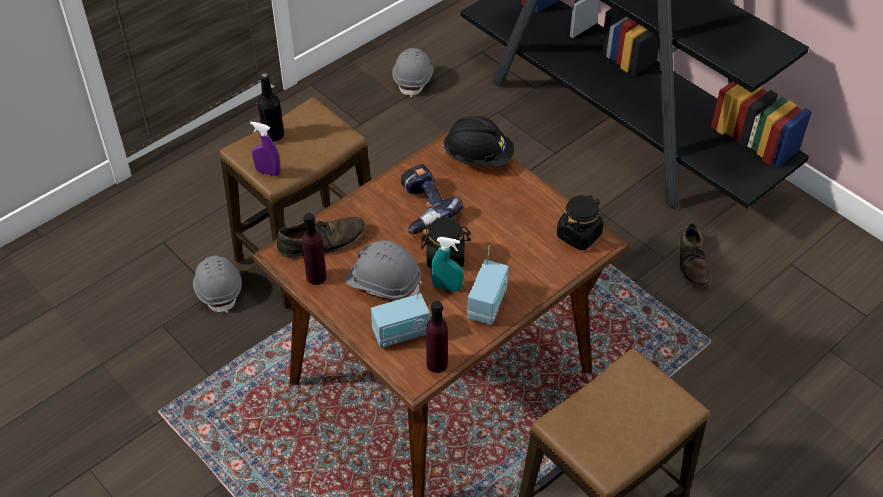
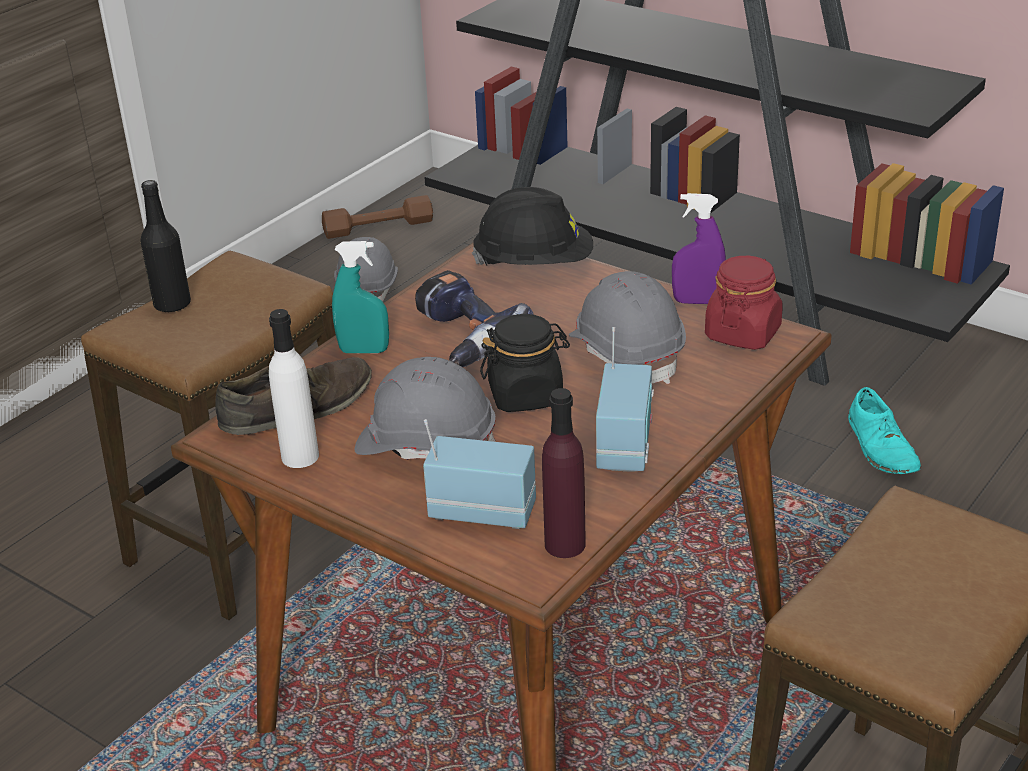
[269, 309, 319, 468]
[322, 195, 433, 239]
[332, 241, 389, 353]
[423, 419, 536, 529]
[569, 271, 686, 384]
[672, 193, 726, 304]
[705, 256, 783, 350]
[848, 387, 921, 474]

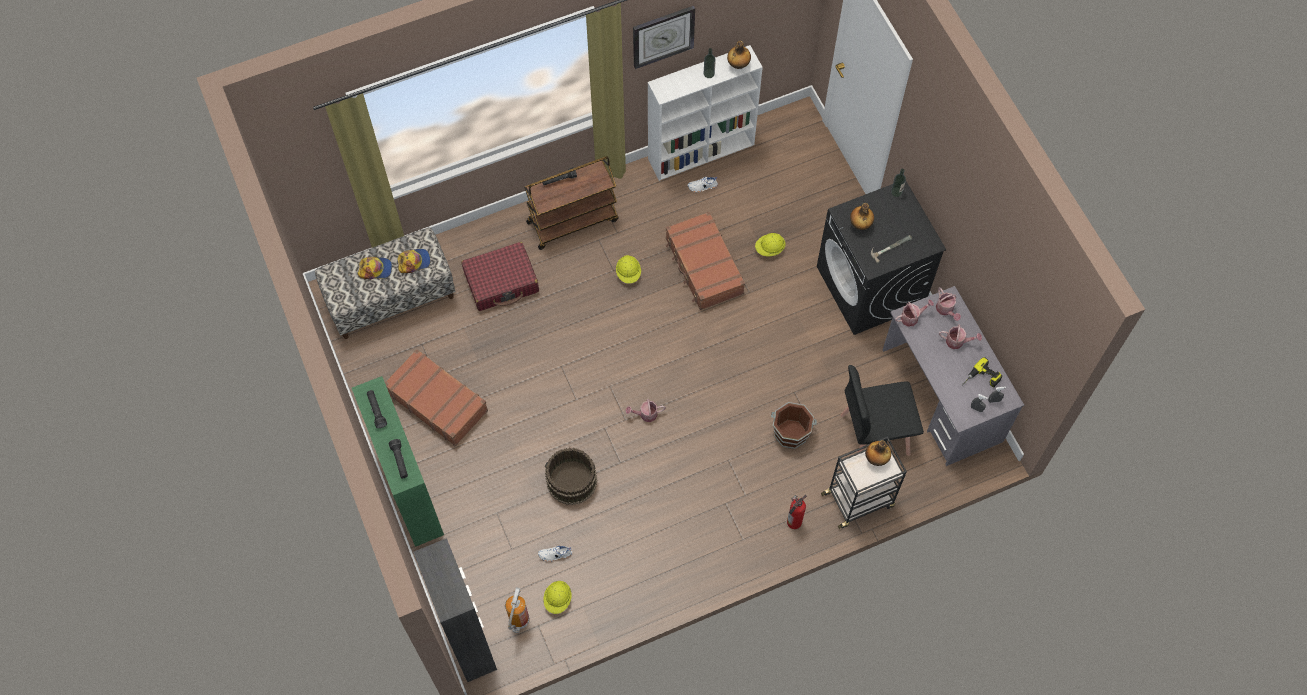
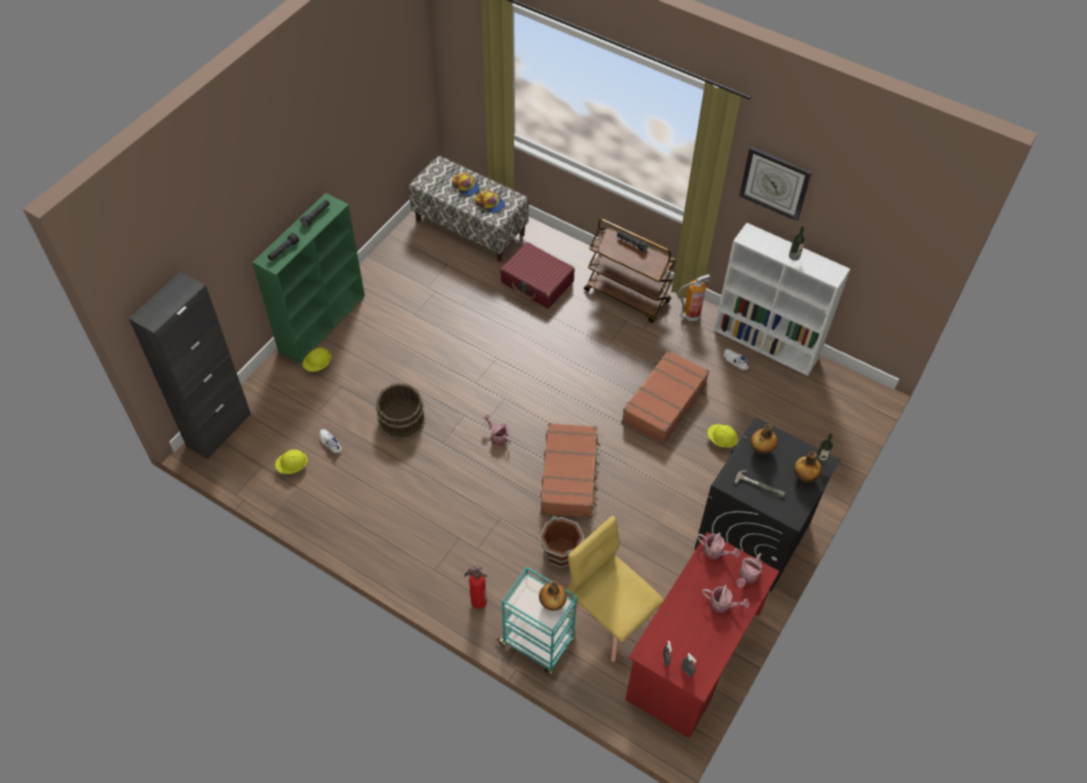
[303, 348, 331, 372]
[496, 567, 577, 675]
[540, 423, 600, 518]
[568, 516, 664, 662]
[625, 532, 779, 738]
[678, 274, 710, 321]
[702, 585, 749, 613]
[794, 451, 822, 482]
[962, 357, 1002, 387] (first image)

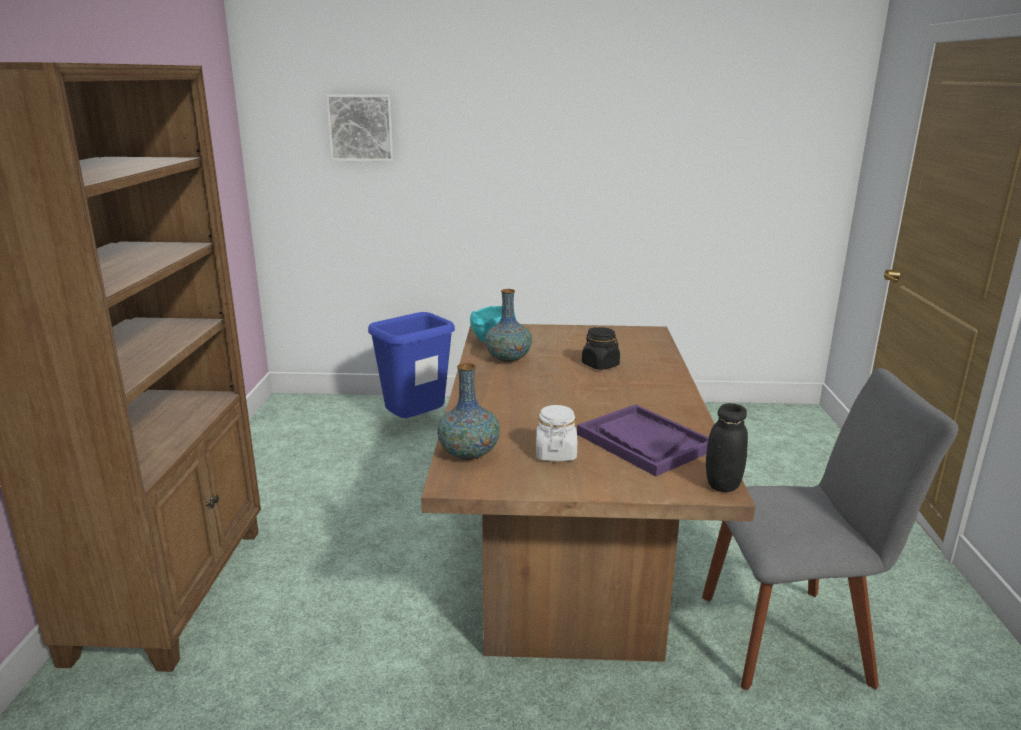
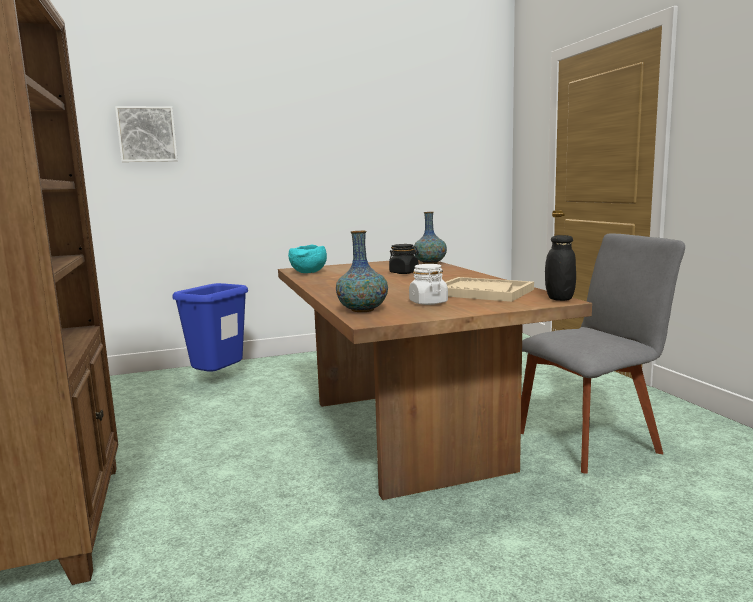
[414, 212, 447, 264]
[445, 277, 534, 302]

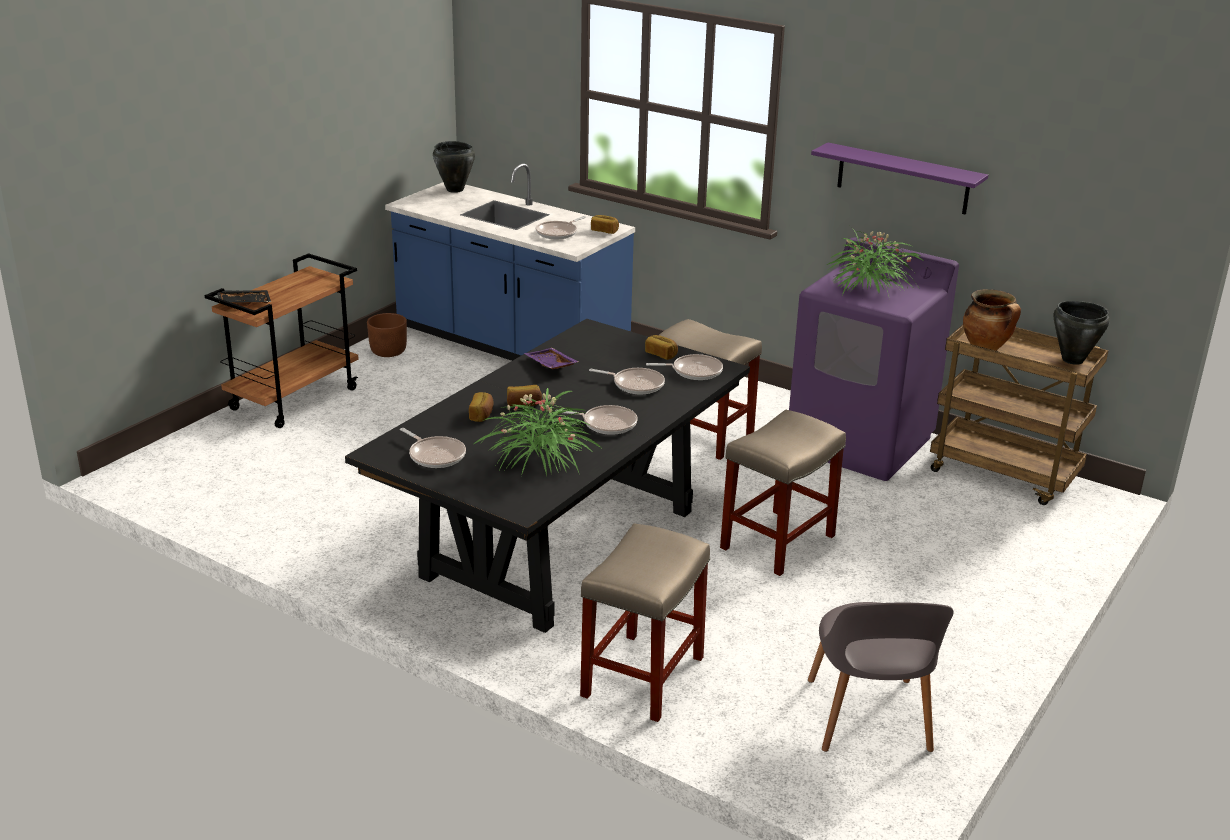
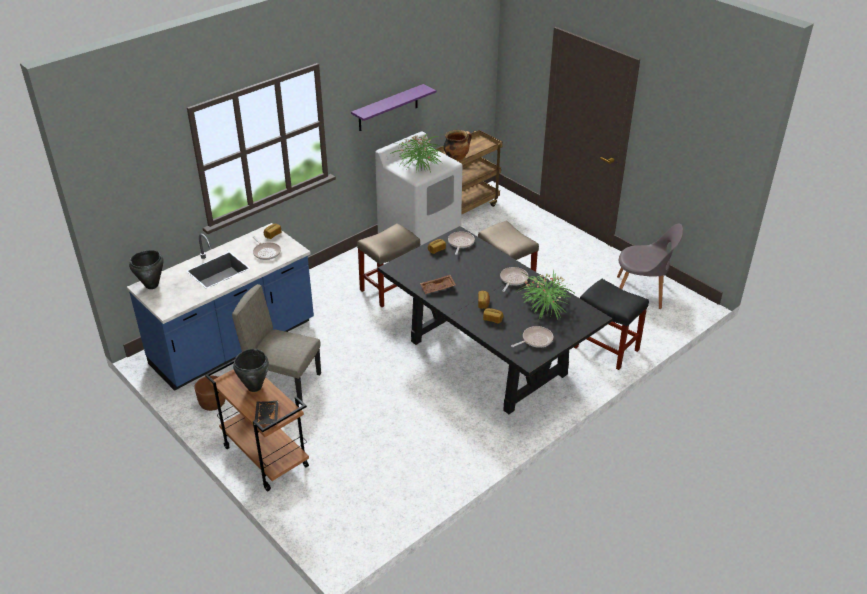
[232, 284, 321, 404]
[233, 349, 269, 392]
[375, 131, 462, 246]
[420, 275, 456, 294]
[574, 279, 649, 370]
[589, 368, 665, 394] (first image)

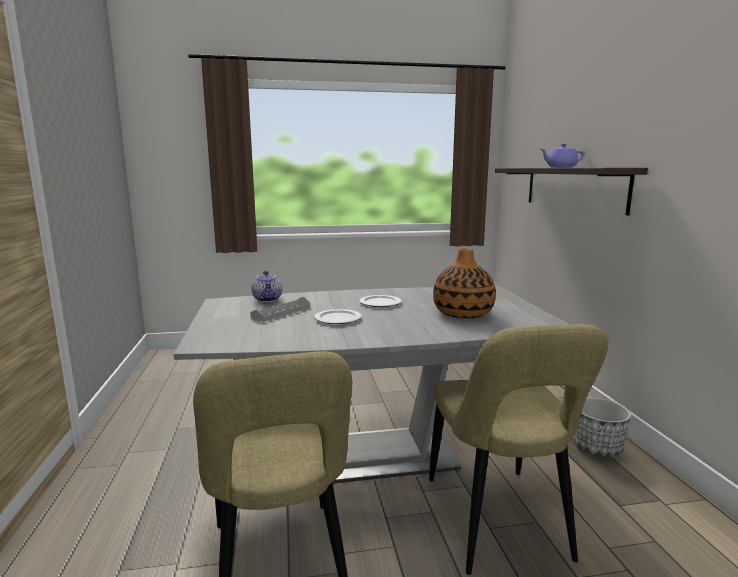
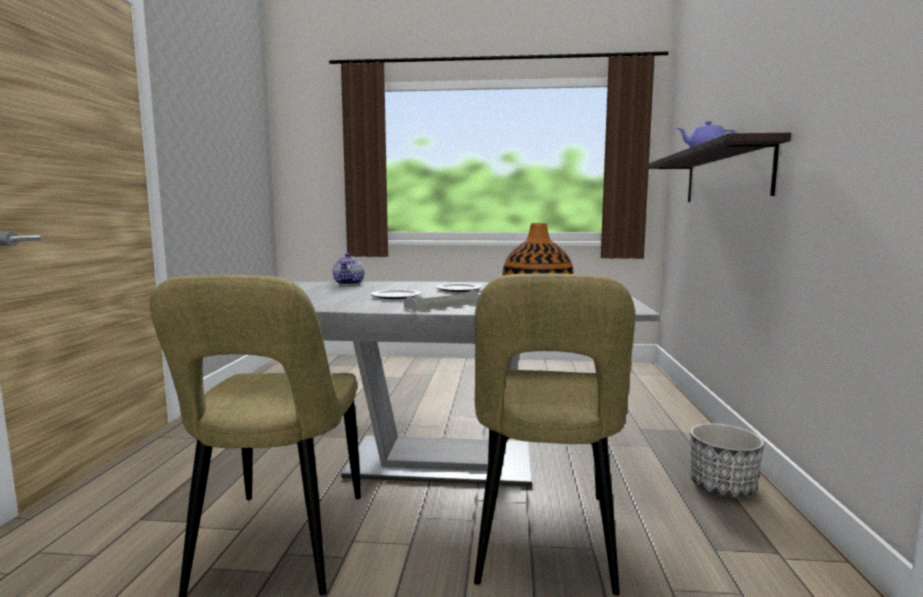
[404, 289, 480, 311]

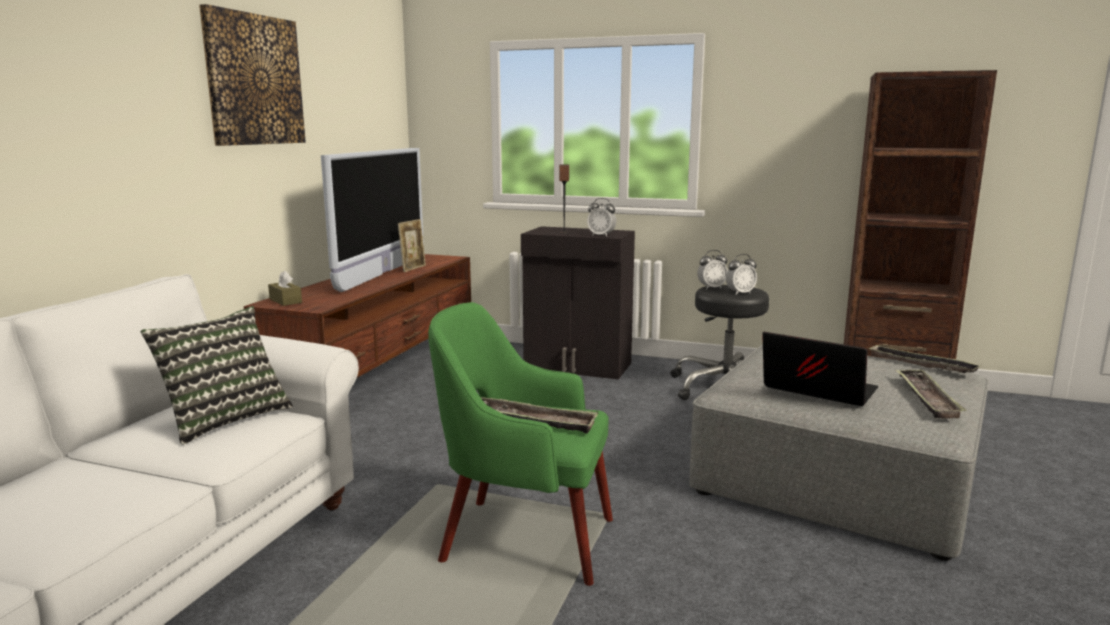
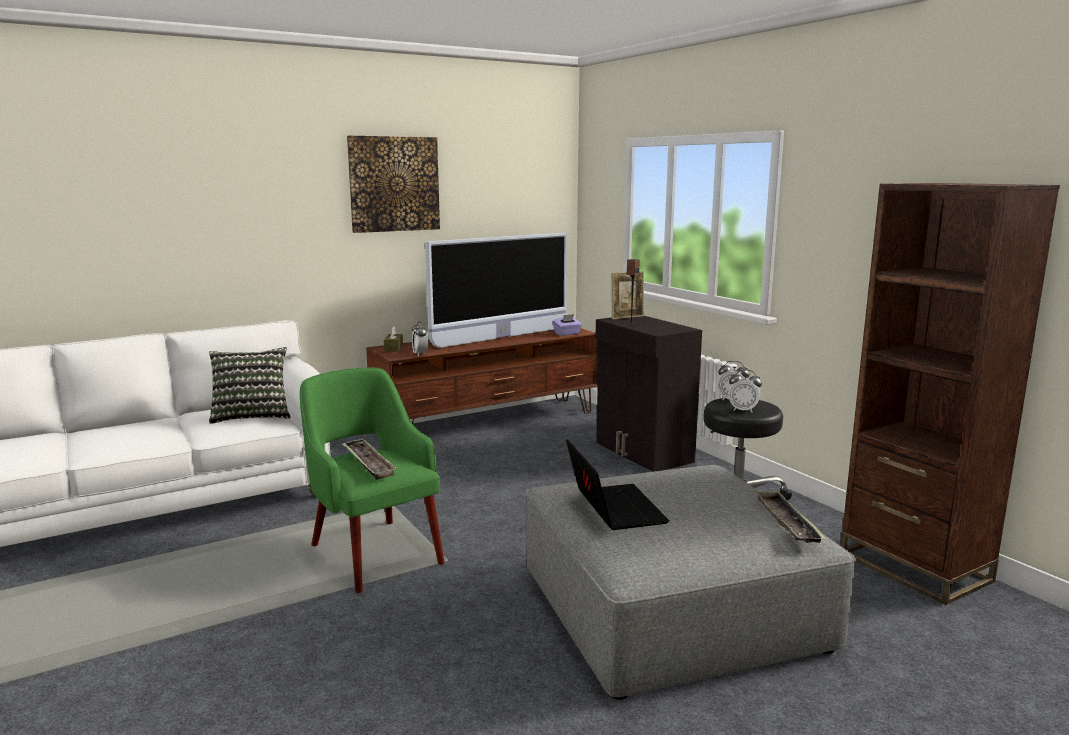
[412, 321, 429, 356]
[553, 314, 582, 336]
[611, 271, 644, 319]
[895, 370, 966, 419] (first image)

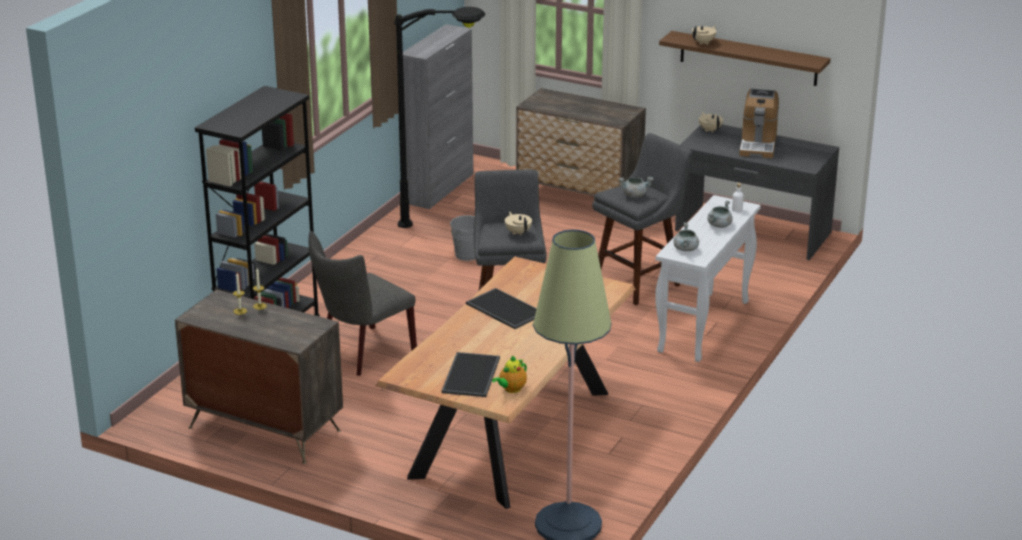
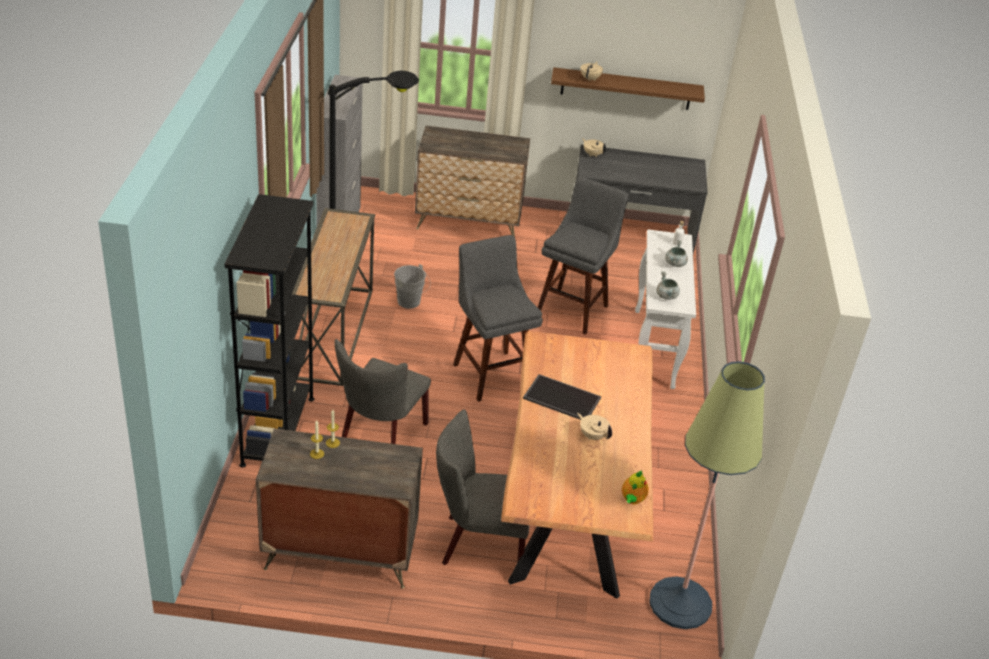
[292, 208, 375, 386]
[436, 409, 530, 565]
[577, 413, 612, 440]
[441, 352, 500, 397] (first image)
[619, 177, 653, 198] (first image)
[739, 88, 779, 158] (first image)

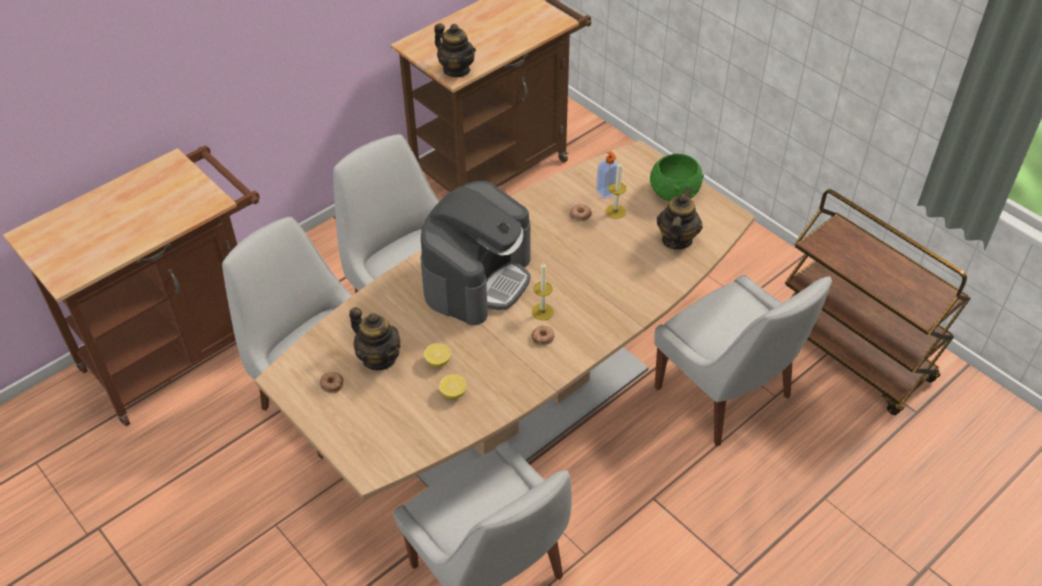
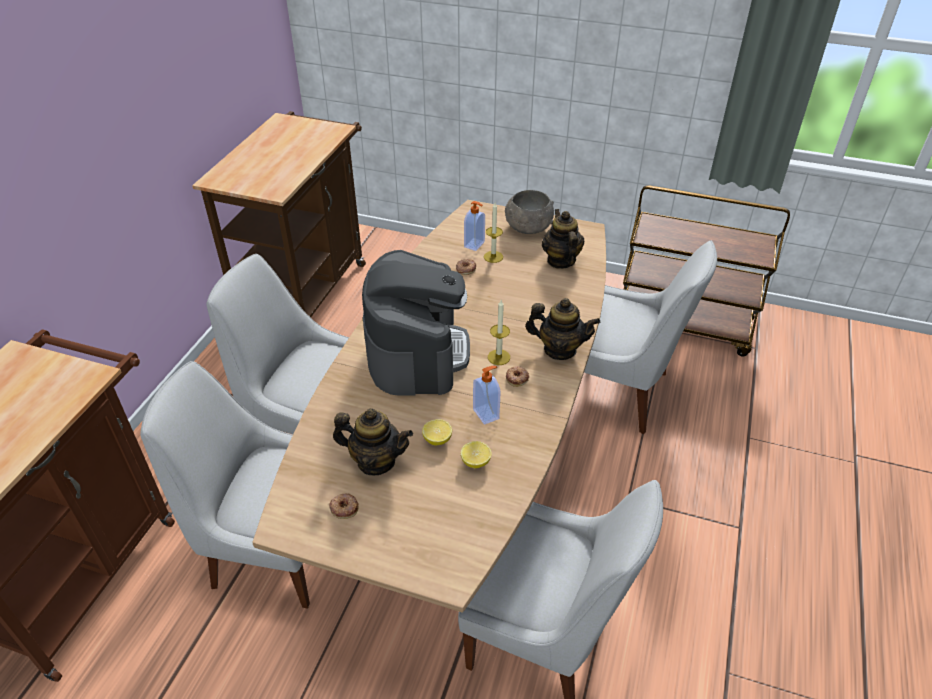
[473, 366, 501, 425]
[505, 190, 554, 234]
[525, 298, 600, 360]

